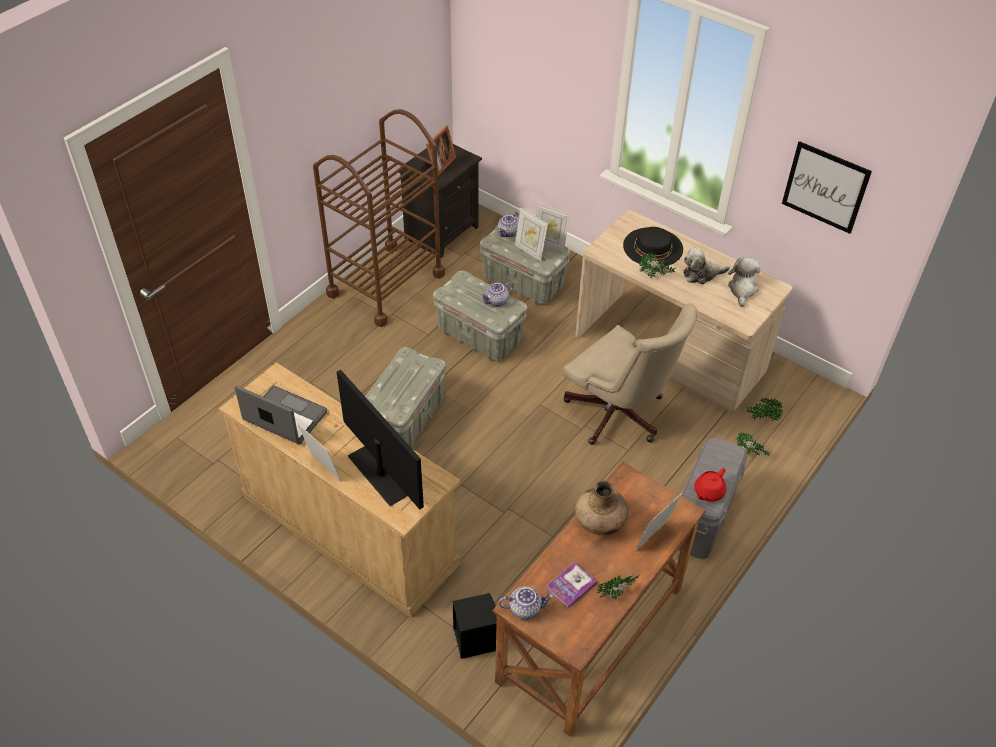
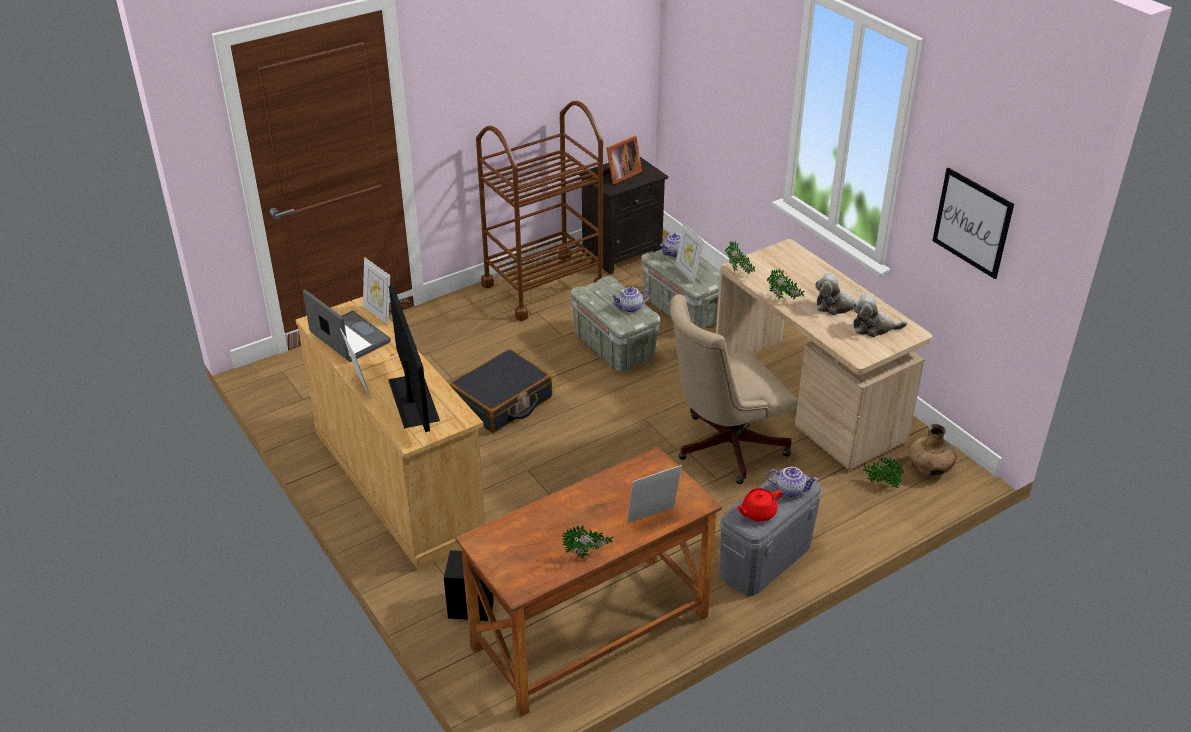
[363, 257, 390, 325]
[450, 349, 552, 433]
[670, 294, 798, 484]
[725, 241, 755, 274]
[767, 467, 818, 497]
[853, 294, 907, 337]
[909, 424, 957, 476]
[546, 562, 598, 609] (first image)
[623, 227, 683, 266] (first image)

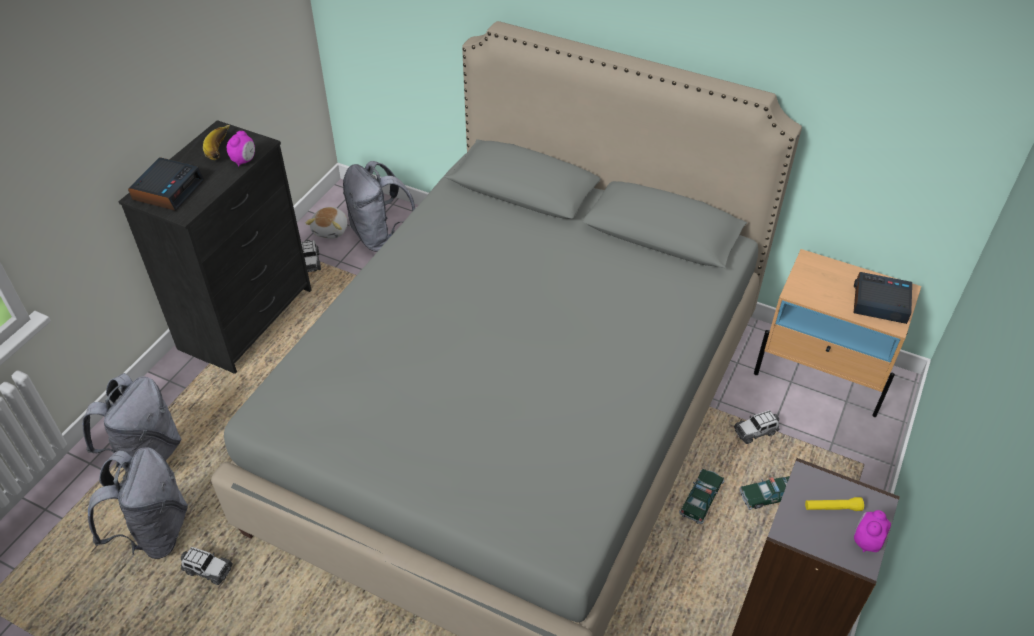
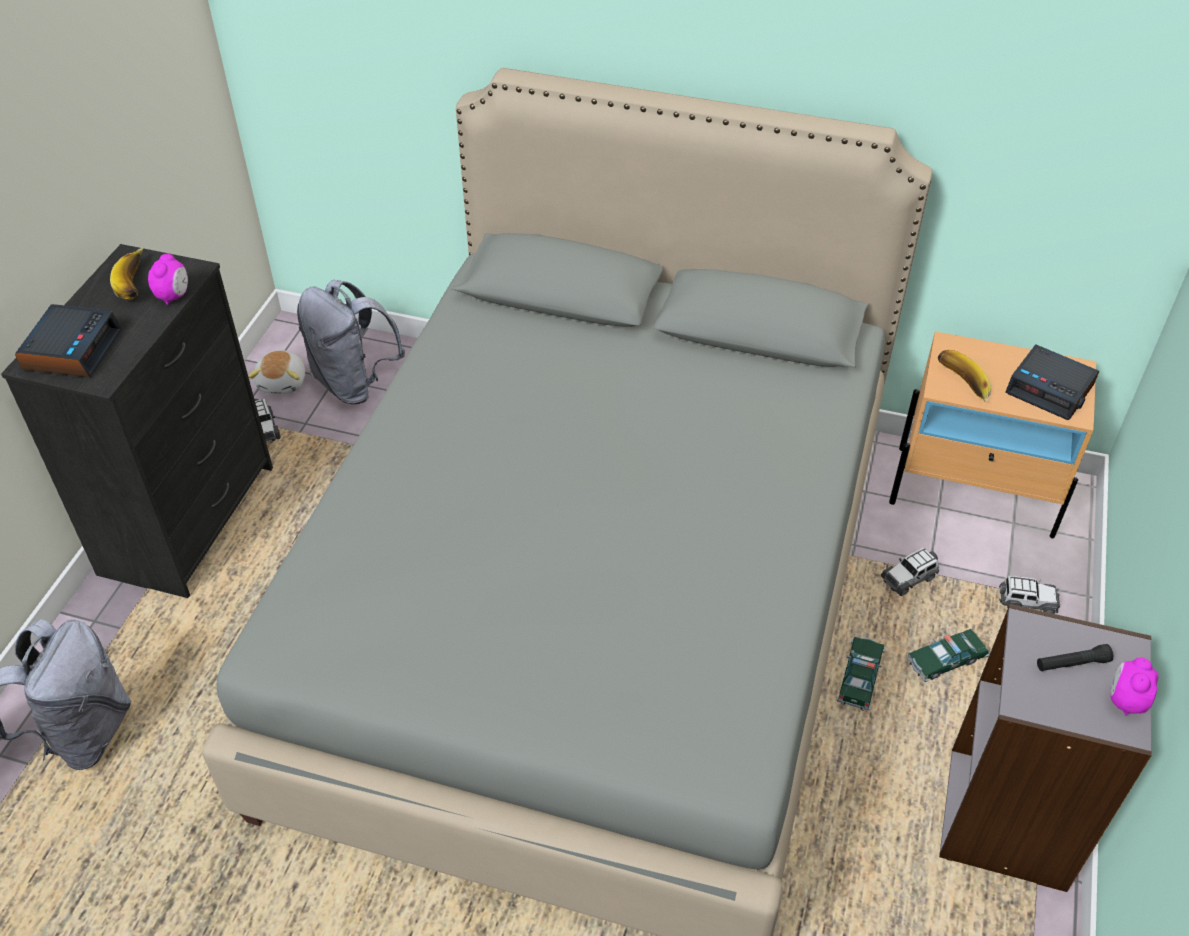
[937, 350, 991, 402]
[999, 576, 1060, 614]
[1006, 344, 1099, 420]
[1037, 644, 1113, 671]
[88, 447, 188, 559] (first image)

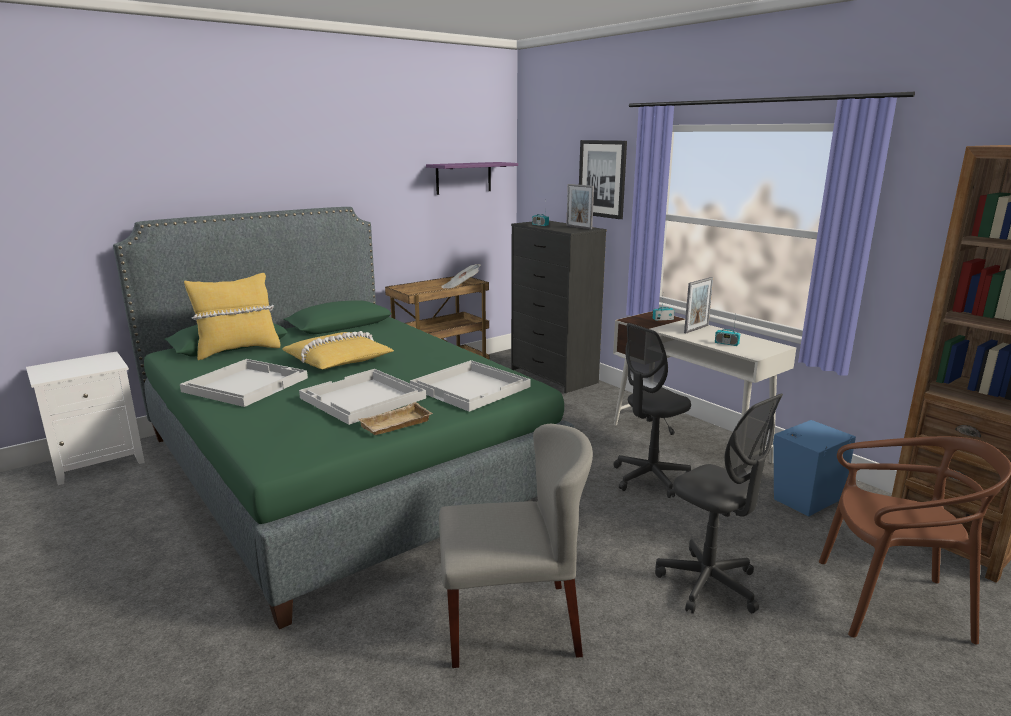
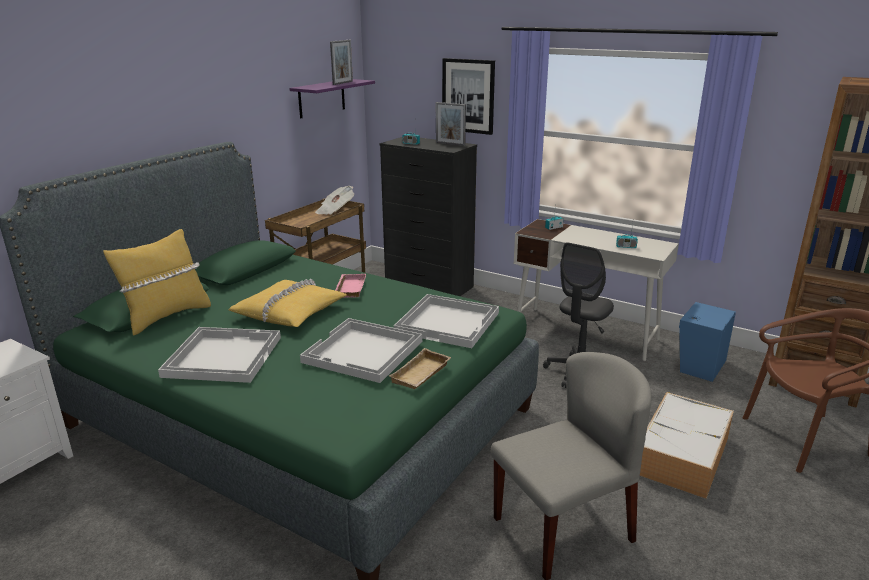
[330, 40, 353, 85]
[335, 274, 366, 298]
[640, 392, 734, 499]

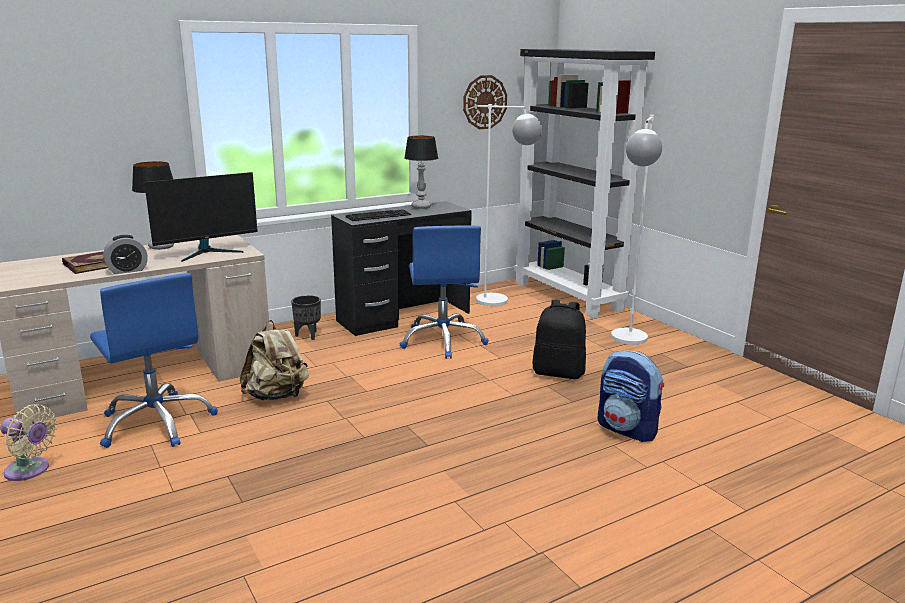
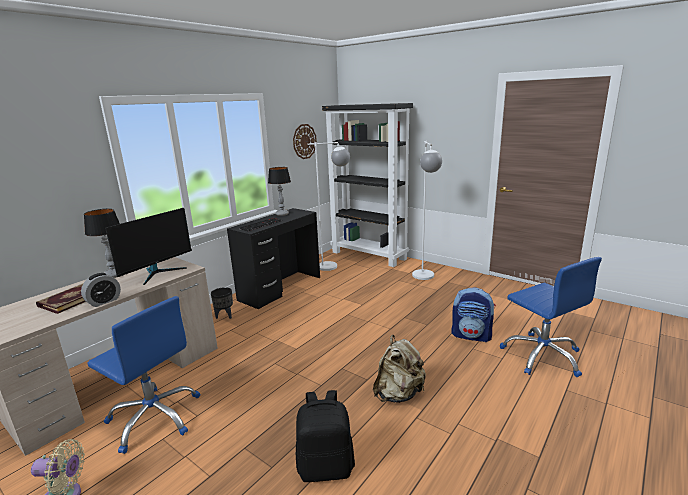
[296, 390, 355, 482]
[373, 335, 426, 403]
[500, 257, 602, 377]

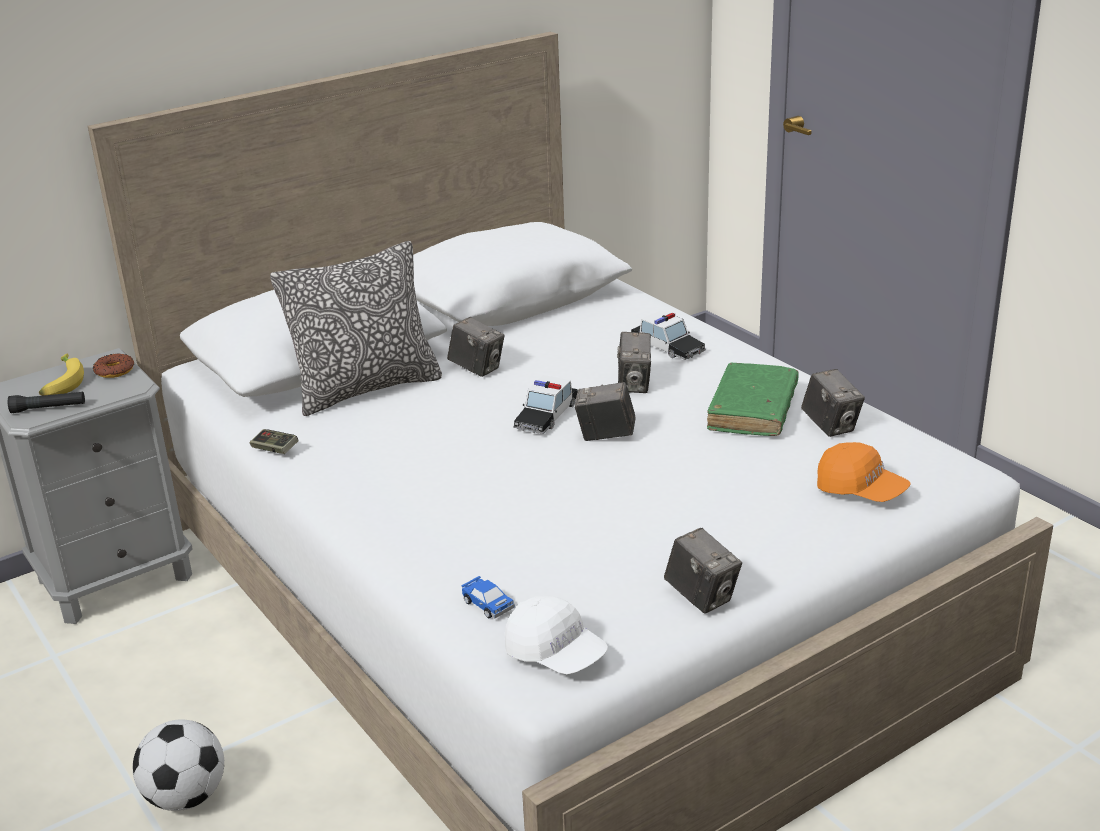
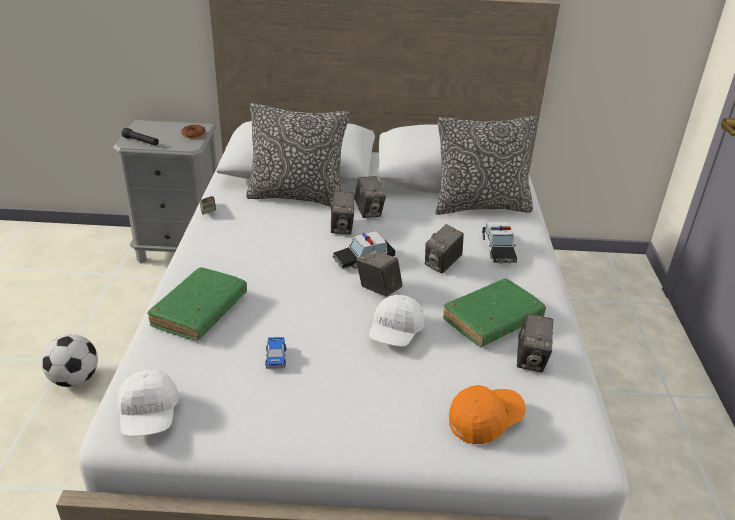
[147, 267, 247, 340]
[265, 337, 286, 369]
[330, 191, 354, 234]
[369, 295, 424, 347]
[436, 116, 537, 215]
[449, 385, 526, 444]
[39, 354, 84, 396] (first image)

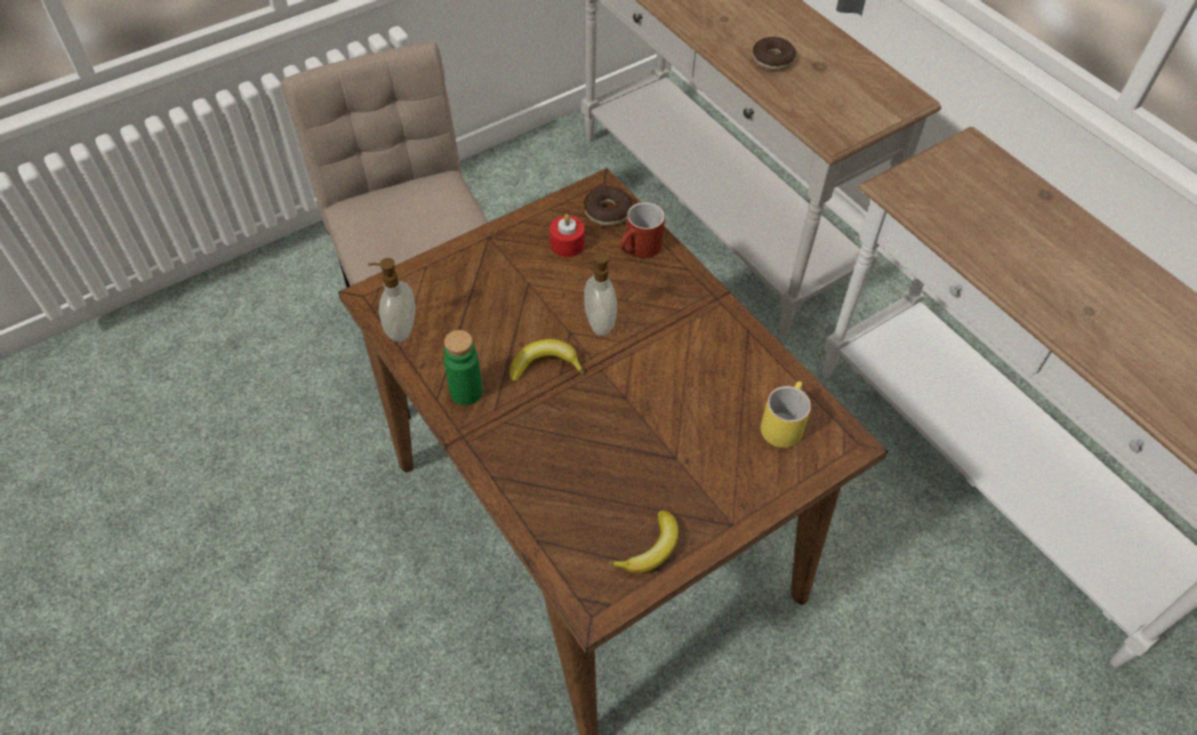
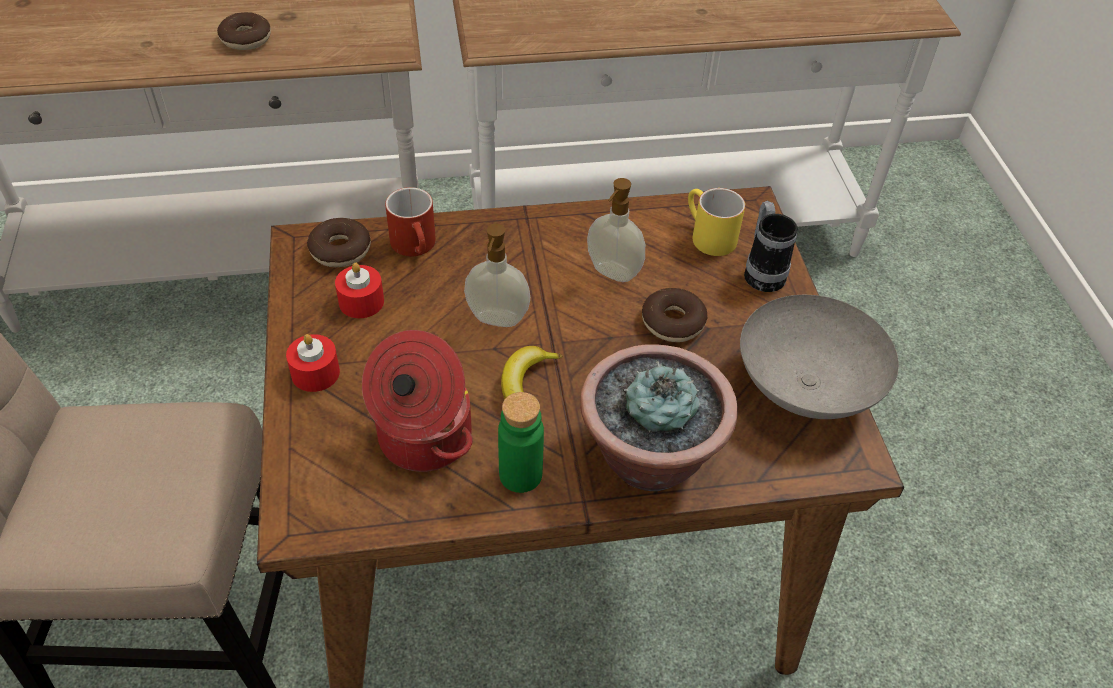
[286, 334, 340, 392]
[362, 330, 472, 472]
[580, 344, 738, 491]
[587, 178, 645, 282]
[642, 288, 708, 342]
[740, 295, 899, 419]
[744, 201, 798, 292]

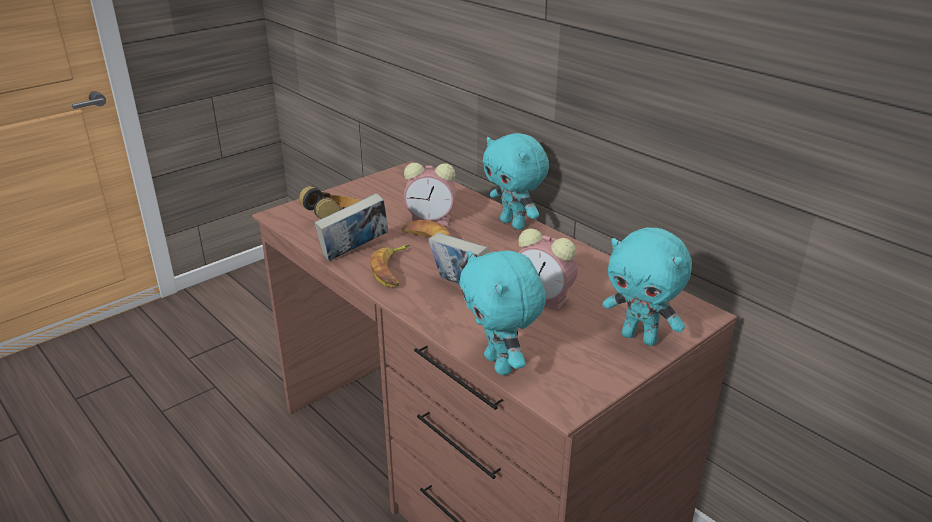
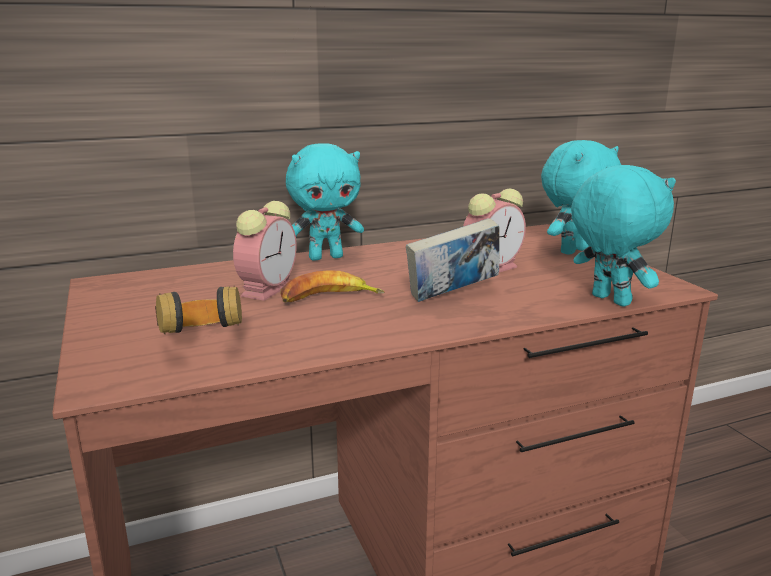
[571, 165, 676, 307]
[314, 193, 388, 261] (first image)
[370, 245, 409, 287] (first image)

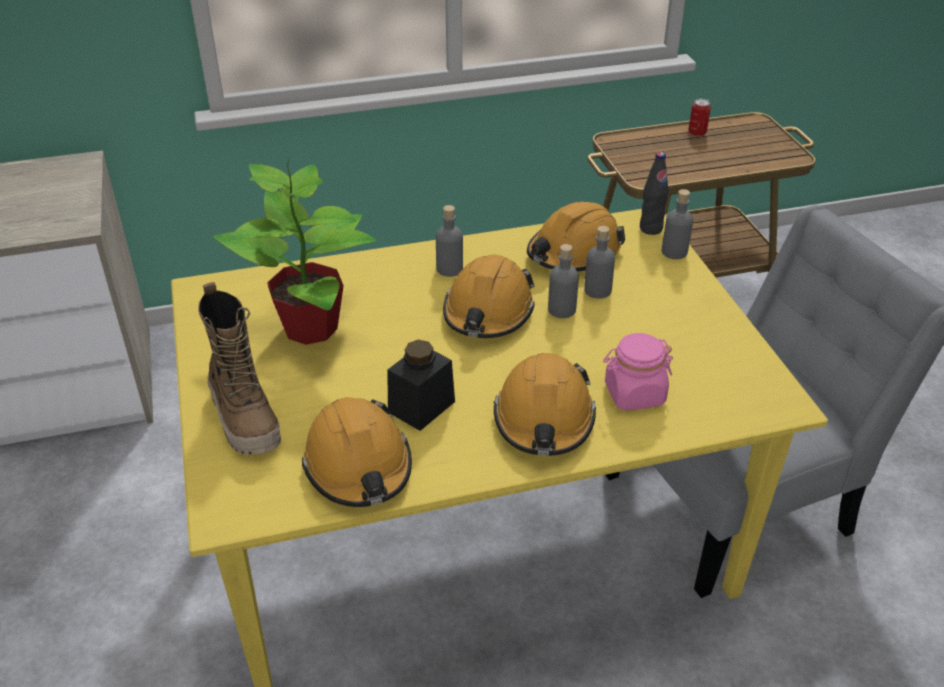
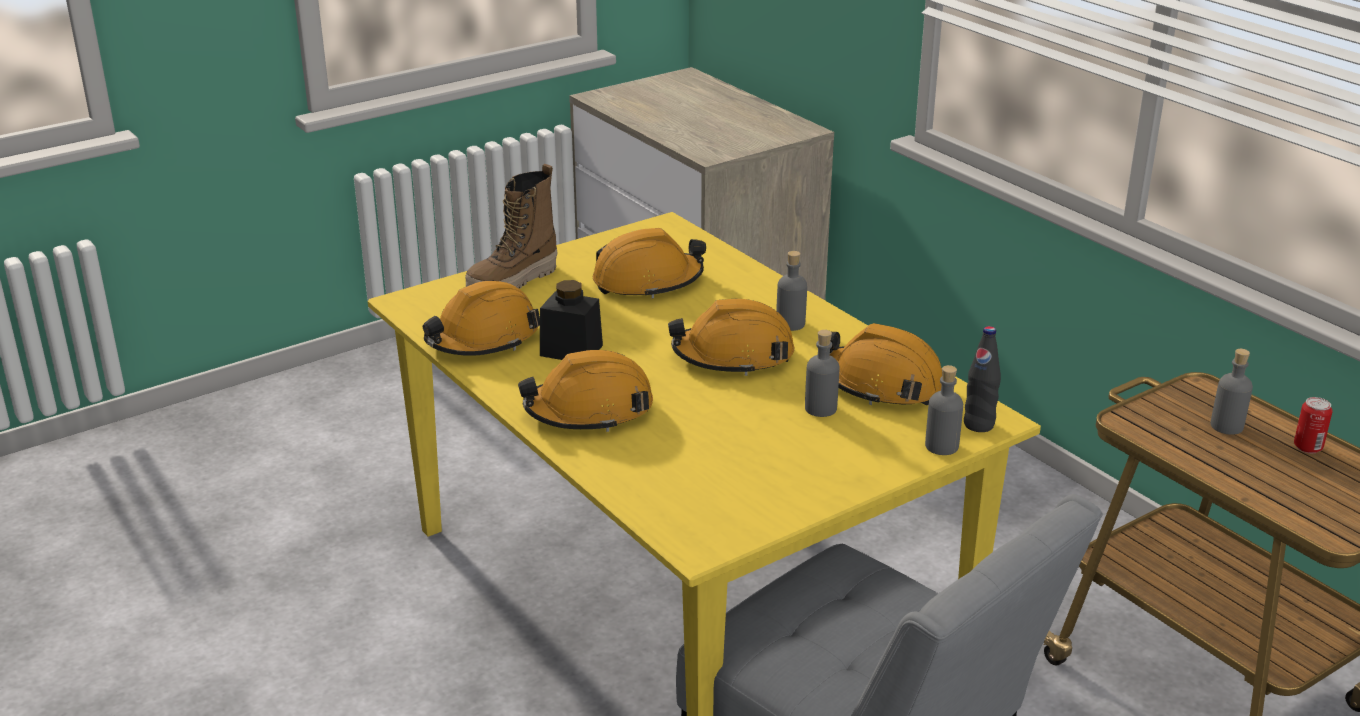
[593, 228, 706, 298]
[1211, 349, 1253, 435]
[603, 333, 673, 410] (first image)

